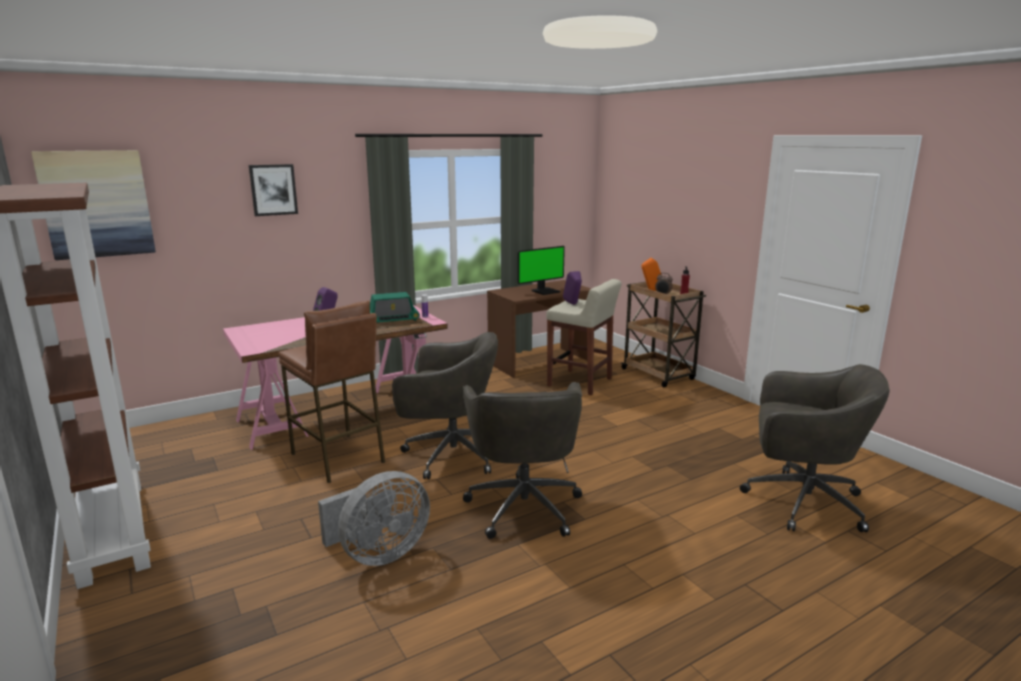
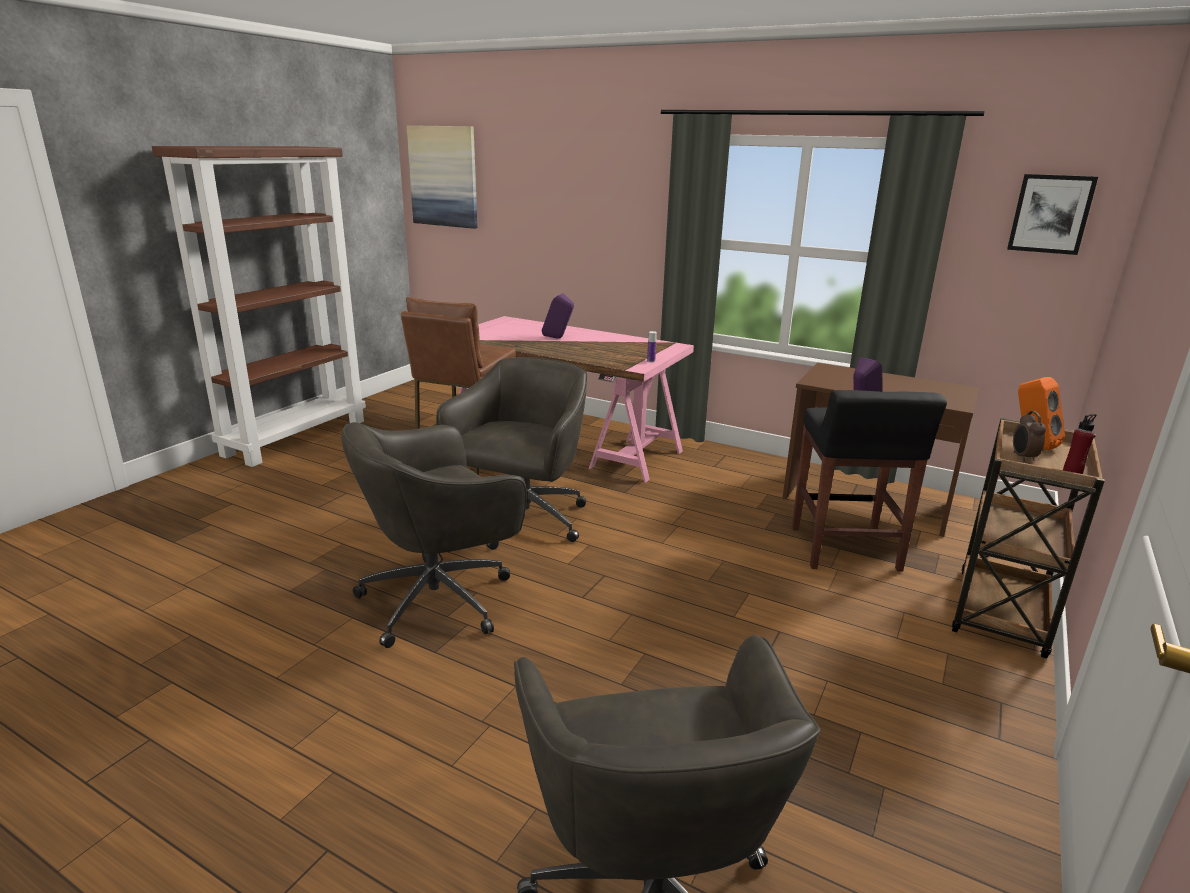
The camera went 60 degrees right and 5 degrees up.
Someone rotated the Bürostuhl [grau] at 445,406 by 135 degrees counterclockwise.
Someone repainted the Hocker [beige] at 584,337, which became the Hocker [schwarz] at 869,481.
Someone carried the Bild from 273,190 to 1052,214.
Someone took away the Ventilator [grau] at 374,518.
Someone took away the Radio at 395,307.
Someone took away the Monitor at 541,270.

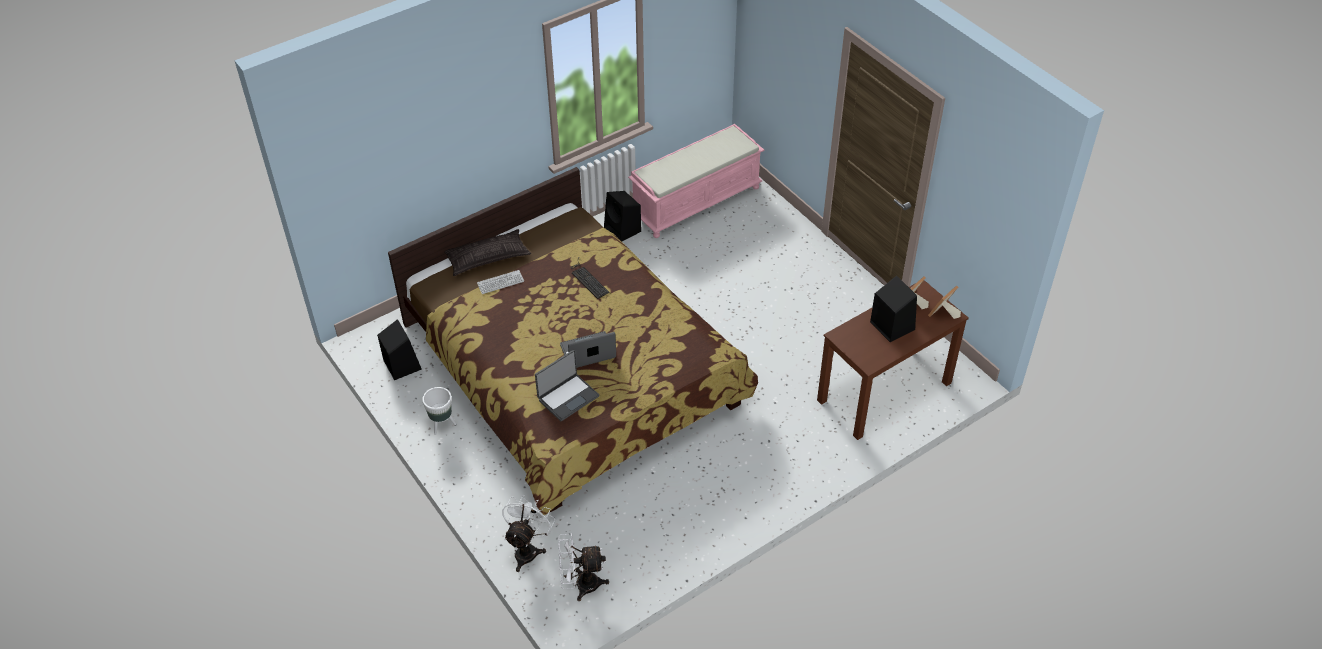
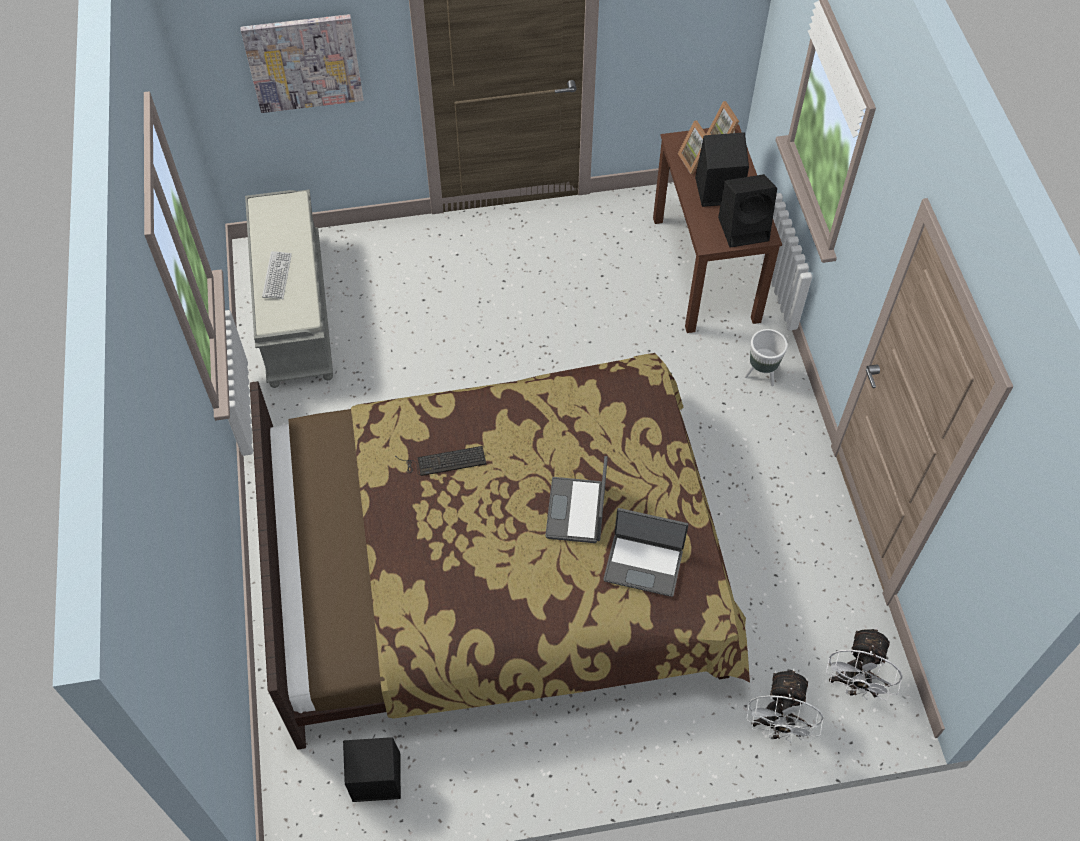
The camera went 65 degrees left and 10 degrees up.
Someone put up the Bild at 302,63.
Someone repainted the Bank [rosa] at 696,181, which became the Bank [grau] at 289,289.
Someone carried the Tastatur from 500,282 to 277,275.
Someone rotated the Laptop at 567,385 by 120 degrees clockwise.
Someone carried the Lautsprecher [schwarz] from 622,216 to 747,211.
Someone carried the Pflanzkübel [weiß] from 439,411 to 766,357.
Someone rotated the Ventilator [weiß] at 528,533 by 120 degrees counterclockwise.
Someone took away the Kissen at 488,252.

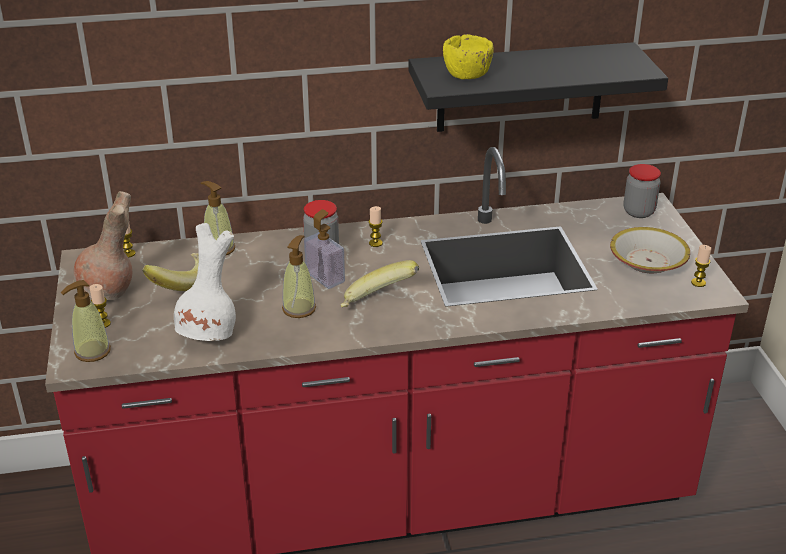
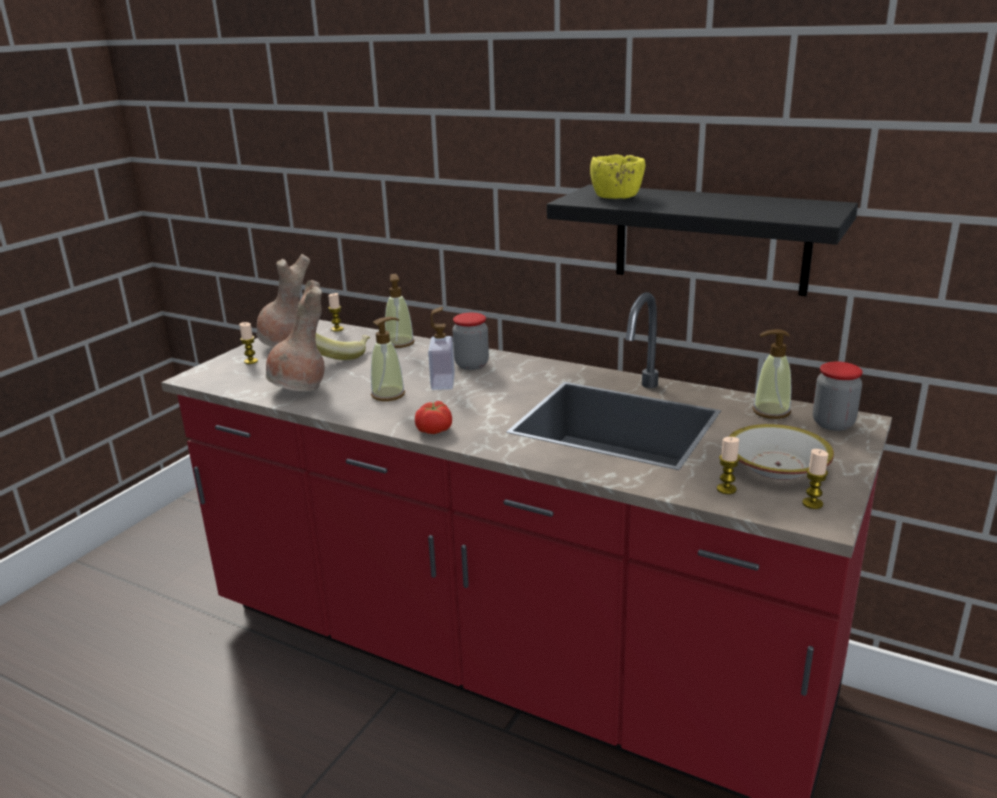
The camera went 40 degrees right and 10 degrees down.
Someone repainted the Vase [weiß] at 205,282, which became the Vase [braun] at 295,335.
Someone put down the Tomate at 433,417.
Someone carried the Kerze from 376,226 to 728,465.
Someone carried the Seifenspender from 86,321 to 772,374.
Someone took away the Banane at 379,283.

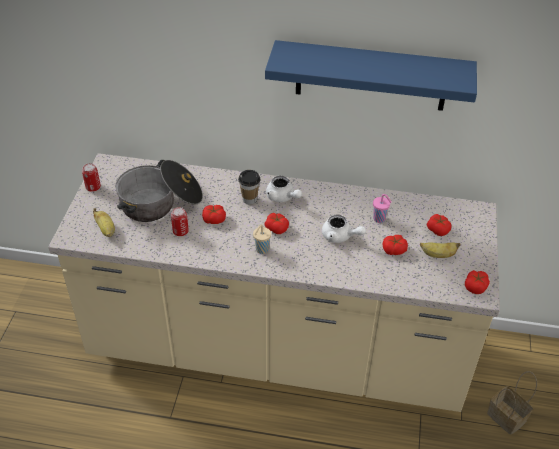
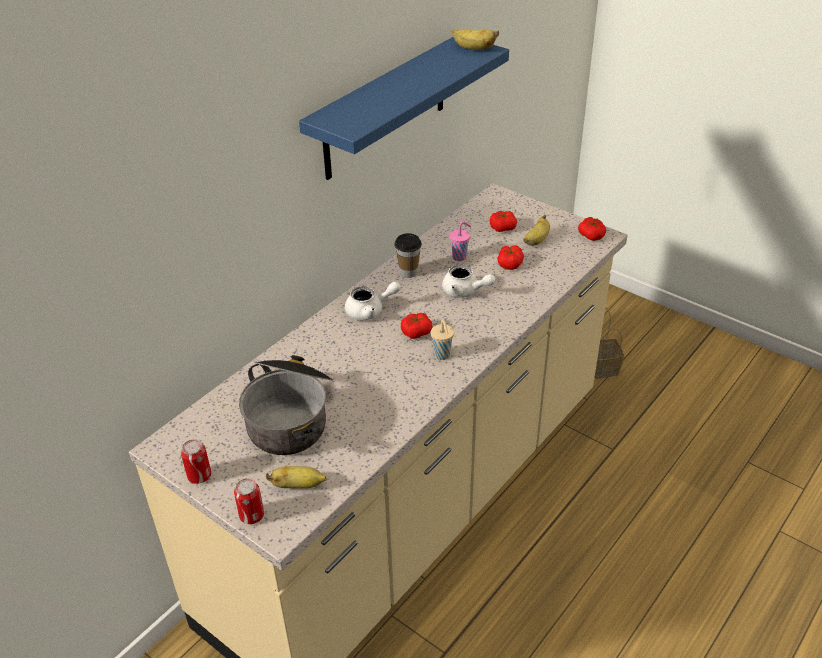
The camera went 60 degrees left and 5 degrees down.
Someone carried the Dose from 180,221 to 249,501.
Someone carried the Tasse from 249,187 to 408,255.
Someone rotated the Teekanne [weiß] at 344,229 by 60 degrees clockwise.
Someone put down the Banane at 475,40.
Someone took away the Tomate at 214,214.

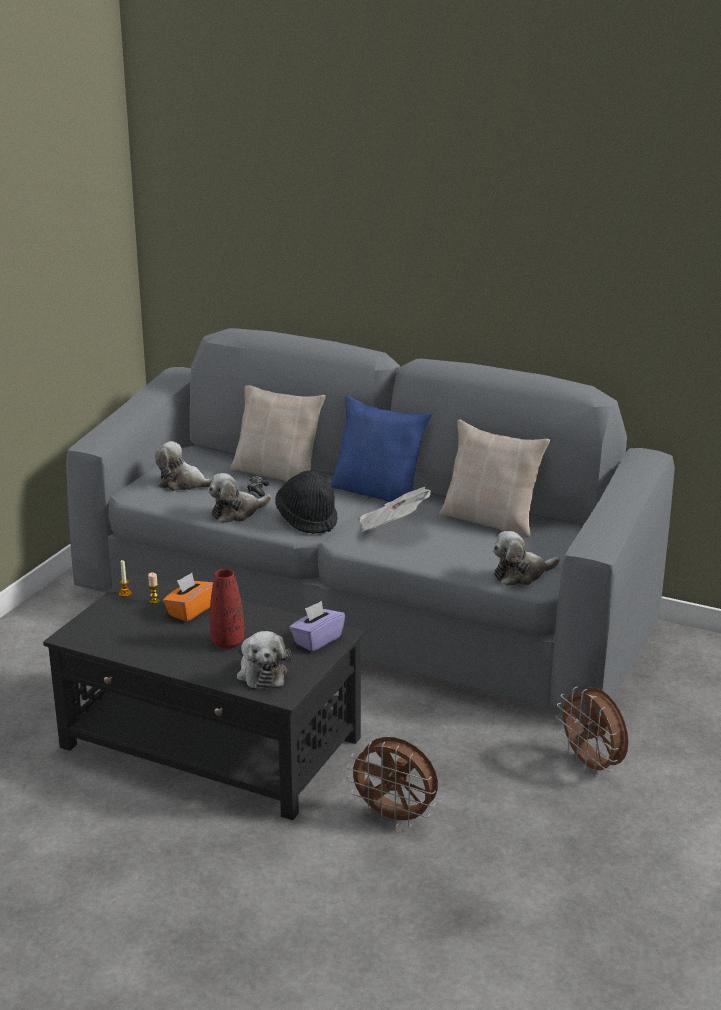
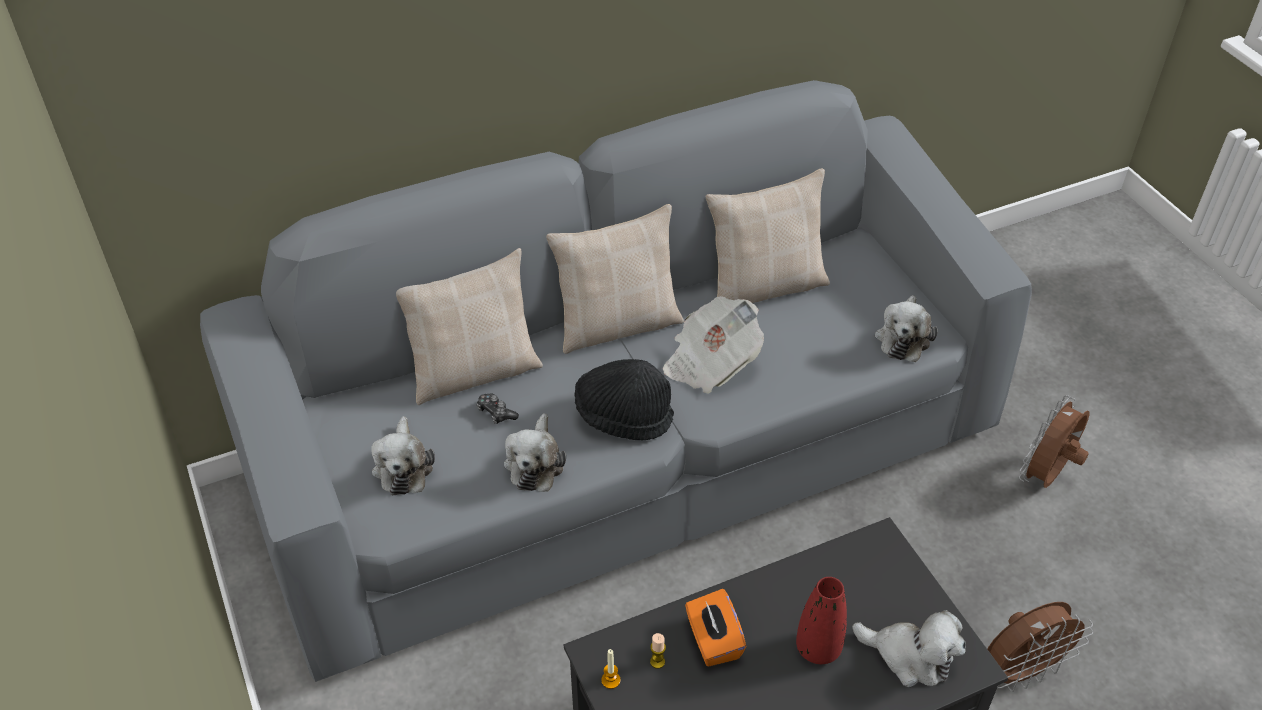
The camera went 50 degrees left and 20 degrees up.
Someone rotated the Plüschtier at 183,466 by 60 degrees counterclockwise.
Someone repainted the Kissen [blau] at 380,449, which became the Kissen [beige] at 615,279.
Someone rotated the Ventilator [braun] at 592,731 by 120 degrees clockwise.
Someone took away the Taschentuchbox [lila] at 317,626.

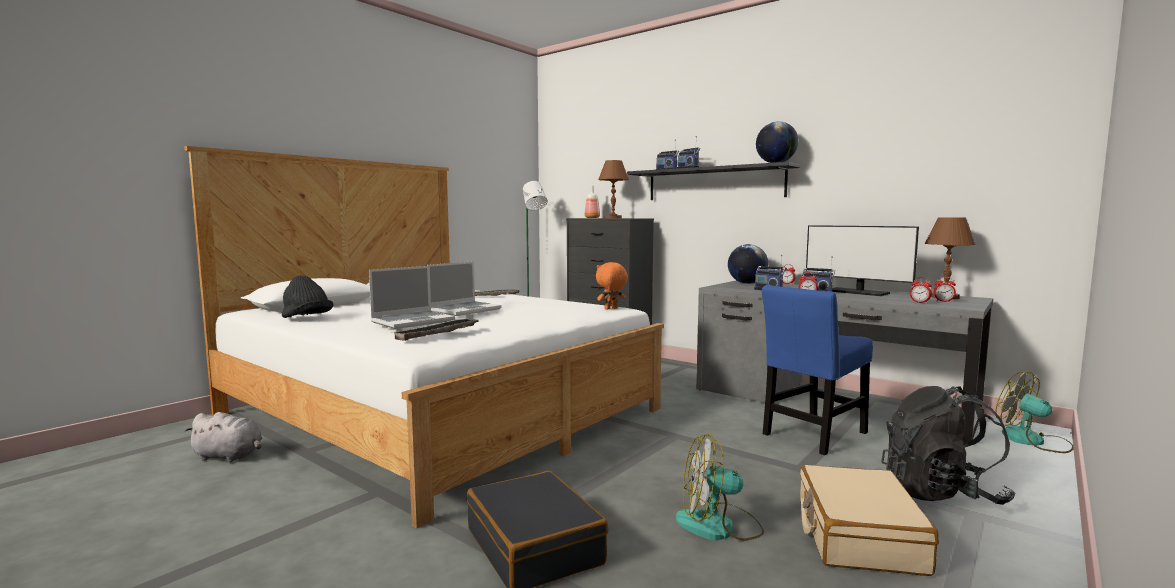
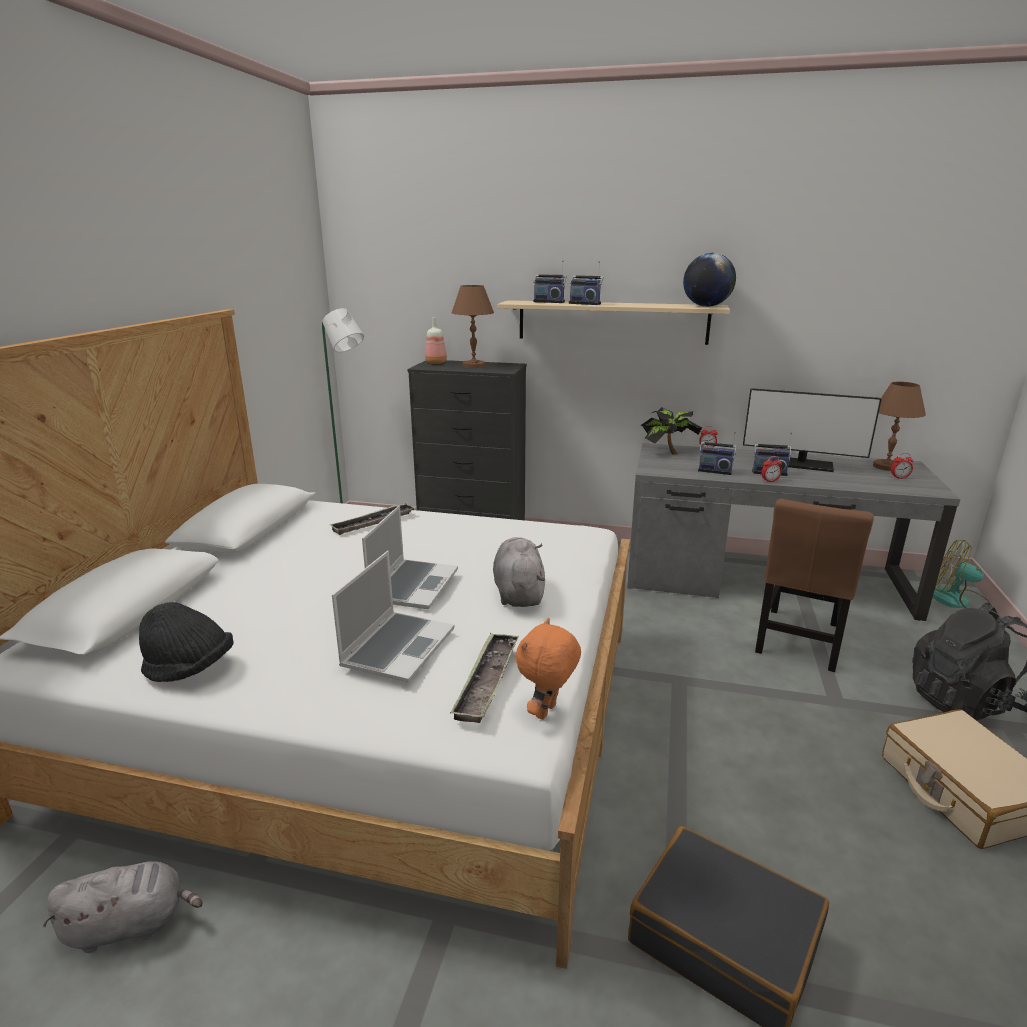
The camera went 25 degrees left and 15 degrees up.
Someone put down the Plüschtier [grau] at 519,572.
Someone repainted the Wandregal [schwarz] at 713,181, which became the Wandregal [beige] at 613,322.
Someone carried the Plüschtier [orange] from 612,286 to 548,669.
Someone swapped the Globus at 748,264 for the Topfpflanze at 671,431.
Someone repainted the Stuhl [blau] at 817,370, which became the Stuhl [braun] at 814,585.
Someone took away the Ventilator at 720,487.
Someone took away the Wecker at 921,290.

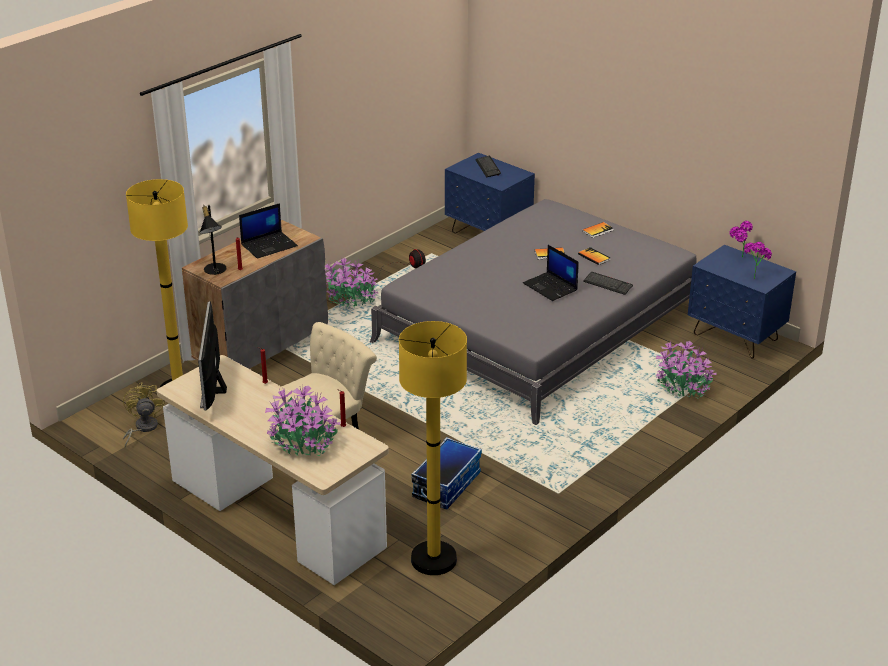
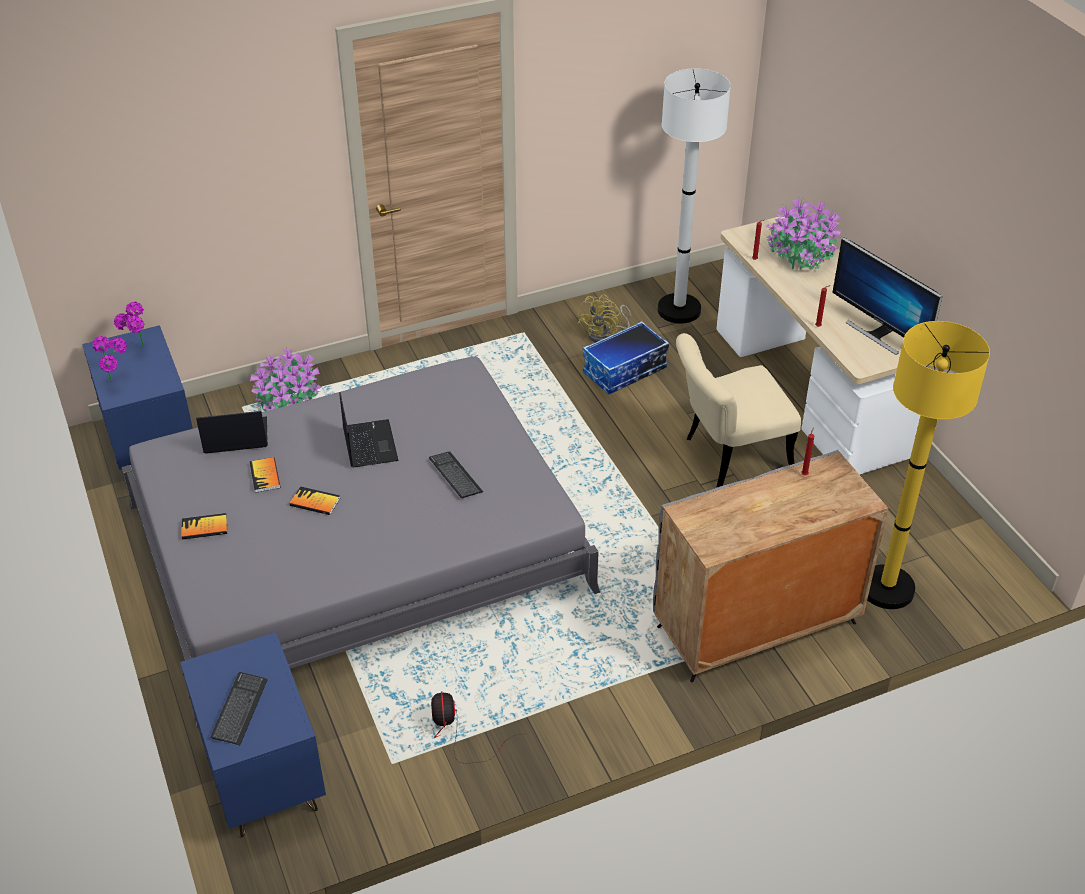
The camera went 155 degrees left and 10 degrees up.
Someone carried the Laptop from 268,231 to 232,432.
Someone carried the Tastatur from 608,283 to 456,475.
Someone carried the Ventilator [gelb] from 144,414 to 604,318.
Someone repainted the Stehlampe [gelb] at 433,448, which became the Stehlampe [weiß] at 694,196.
Someone rotated the Monitor at 212,356 by 120 degrees clockwise.
Someone took away the Tischlampe [schwarz] at 213,240.
Someone took away the Topfpflanze at 352,283.

